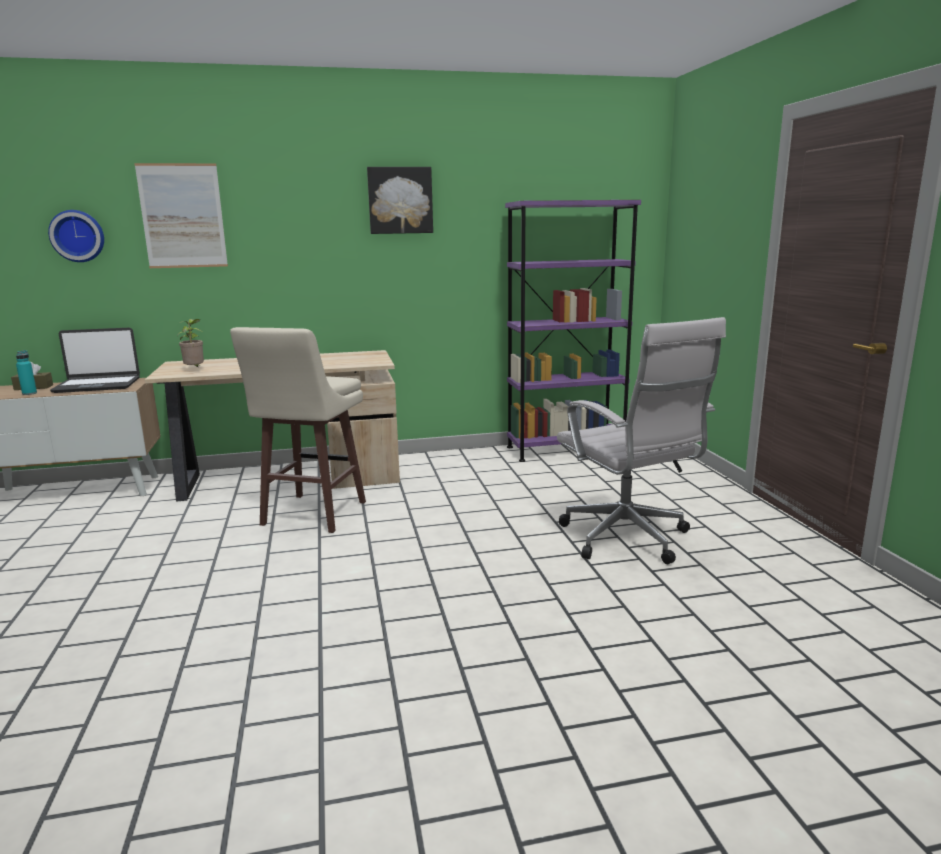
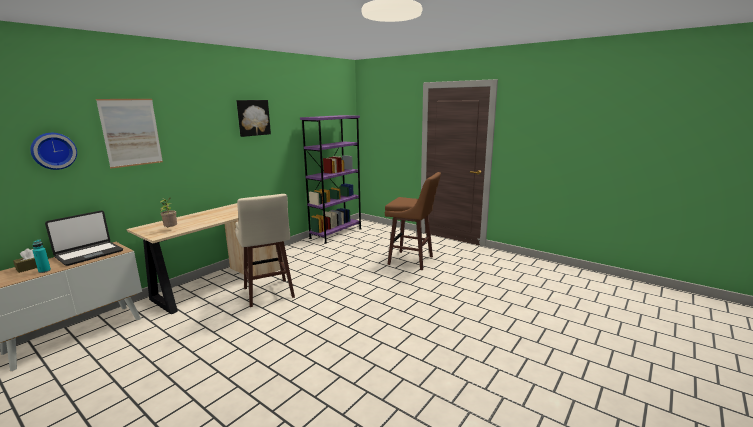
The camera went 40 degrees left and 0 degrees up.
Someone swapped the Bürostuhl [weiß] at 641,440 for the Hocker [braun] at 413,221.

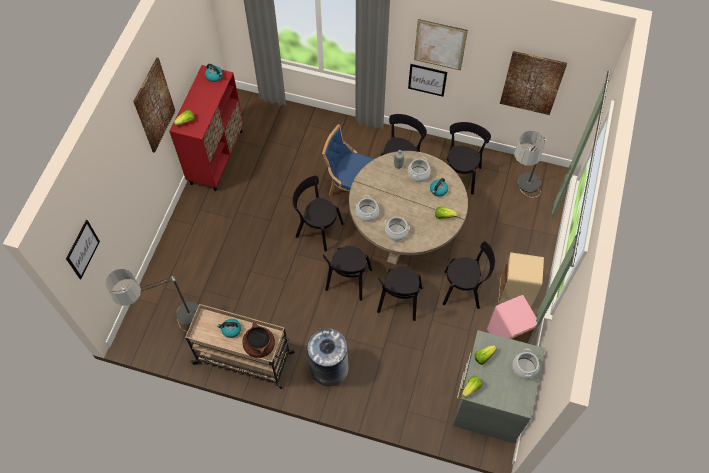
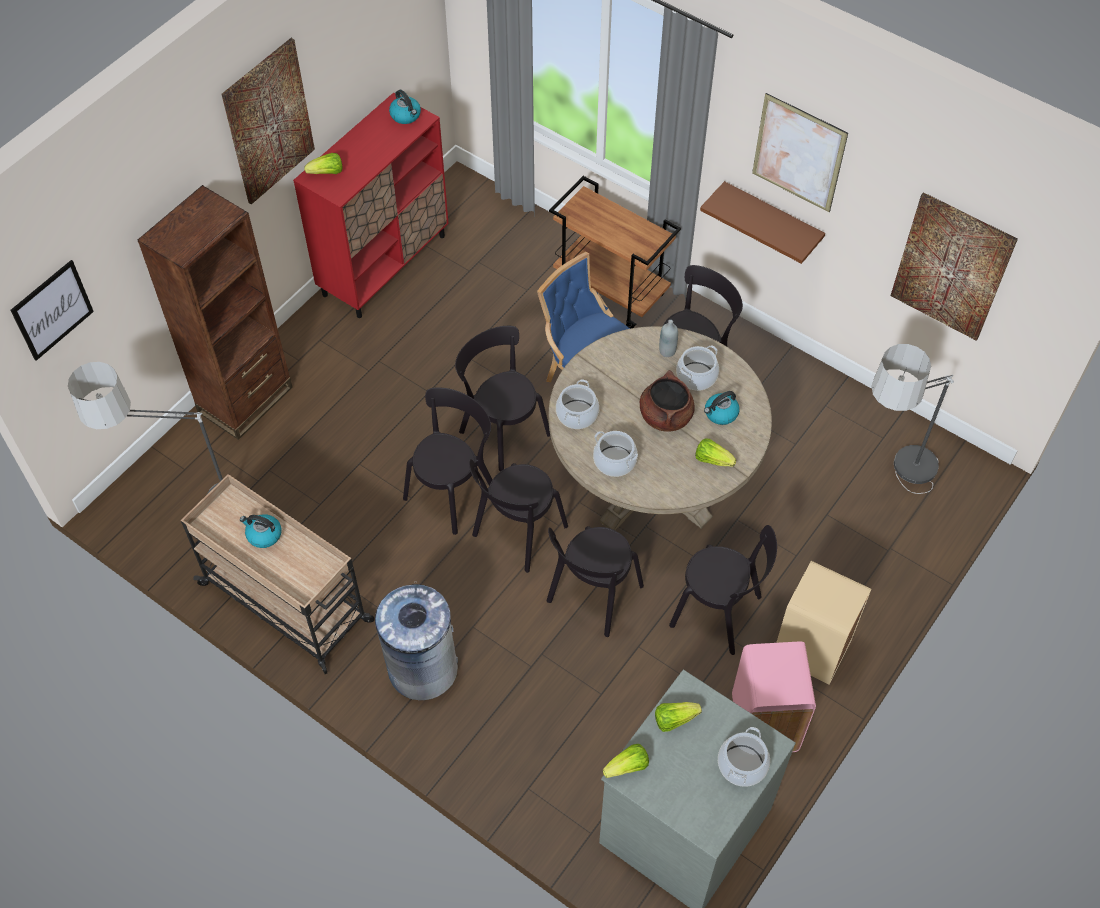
The camera went 20 degrees right and 5 degrees down.
Someone put down the Bücherregal [braun] at 215,312.
Someone carried the Stuhl [schwarz] from 469,158 to 448,461.
Someone put down the Rollwagen [braun] at 615,252.
Someone carried the Kochtopf [braun] from 258,340 to 667,401.
Someone swapped the Bild at 427,80 for the Wandregal [braun] at 762,222.

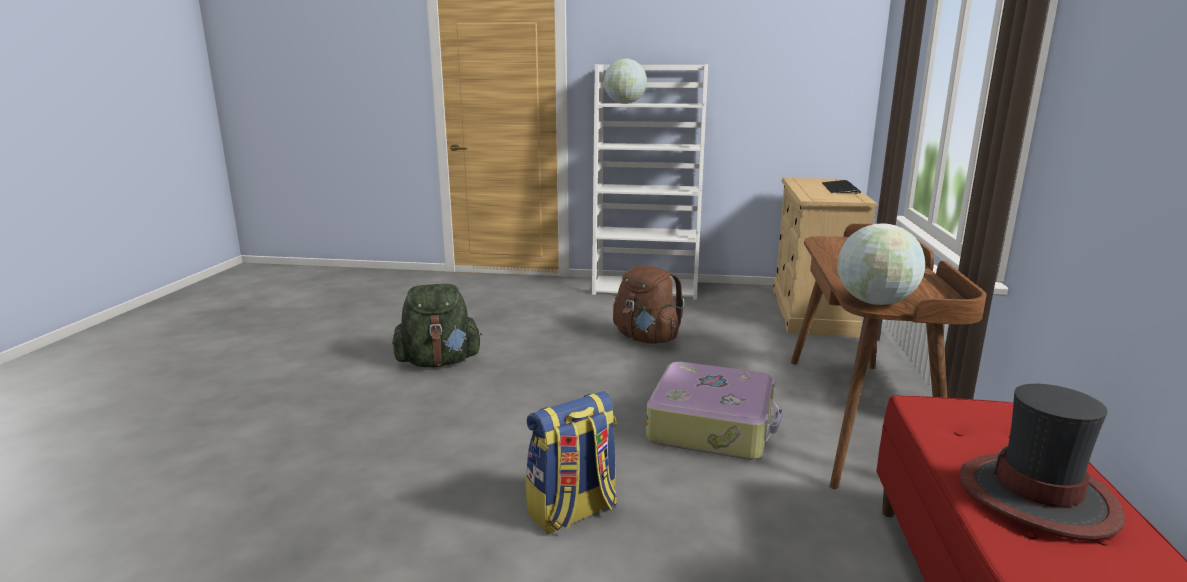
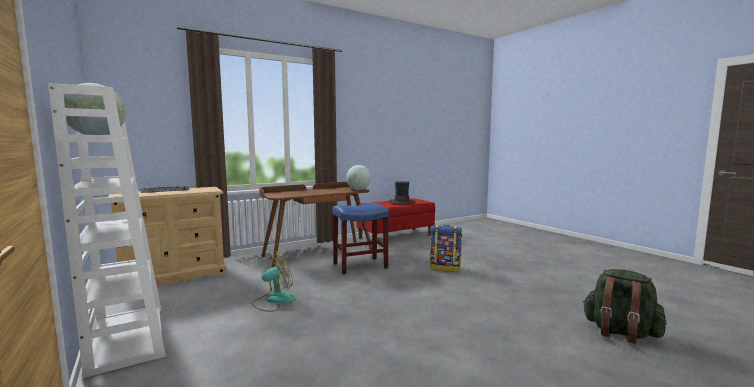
The camera went 130 degrees left and 10 degrees down.
Someone swapped the Rucksack [braun] at 649,304 for the Ventilator at 273,281.
Someone swapped the Koffer at 714,411 for the Hocker [blau] at 360,239.
Someone carried the Rucksack [grün] from 437,326 to 625,306.

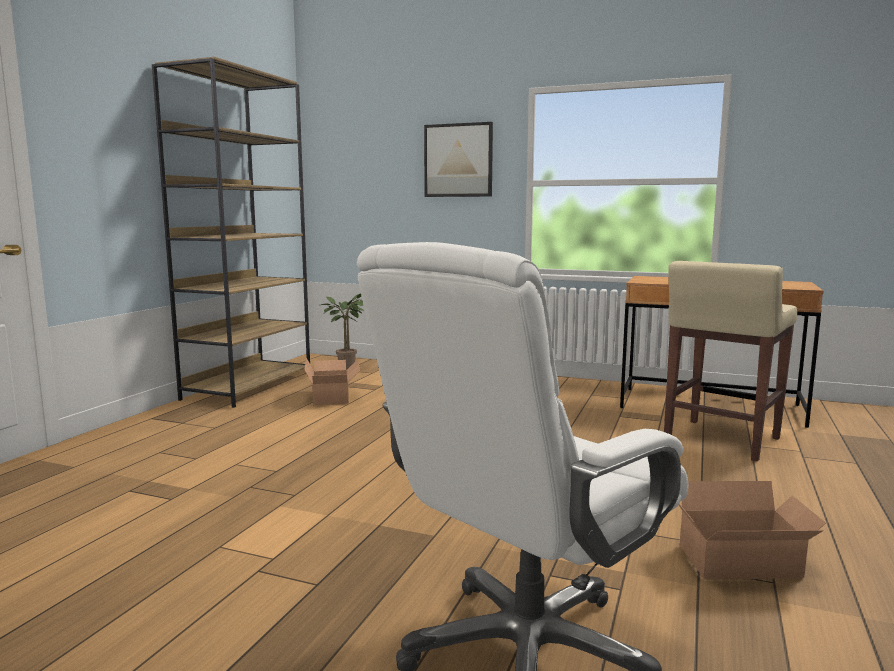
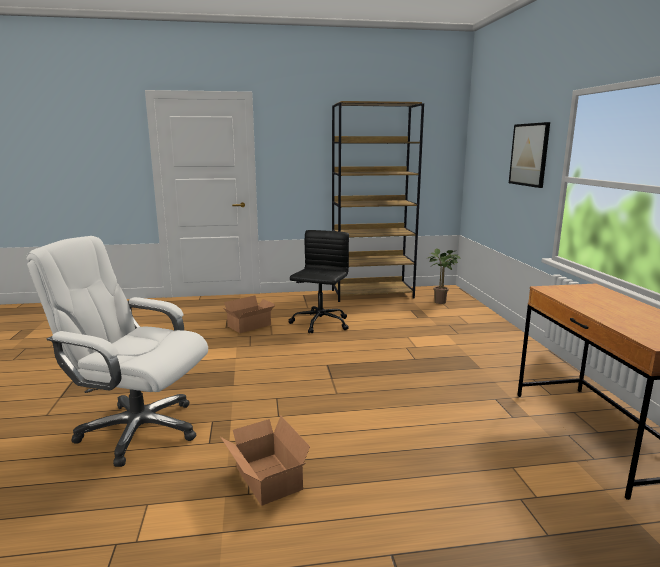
The camera went 60 degrees right and 5 degrees up.
Someone carried the Karton from 332,381 to 249,314.
Someone put down the Bürostuhl [schwarz] at 318,282.
Someone took away the Hocker [beige] at 730,361.

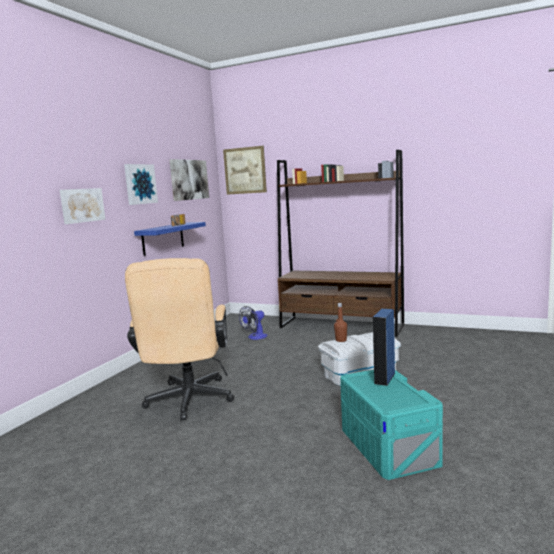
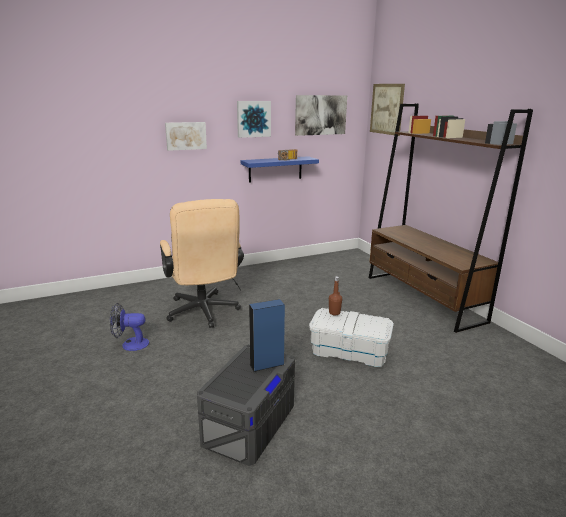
The camera went 40 degrees right and 10 degrees up.
Someone carried the Ventilator from 253,323 to 129,327.
Someone rotated the Bürostuhl [beige] at 179,339 by 60 degrees counterclockwise.
Someone repainted the Aufbewahrungsbox [türkis] at 391,424, which became the Aufbewahrungsbox [grau] at 246,405.

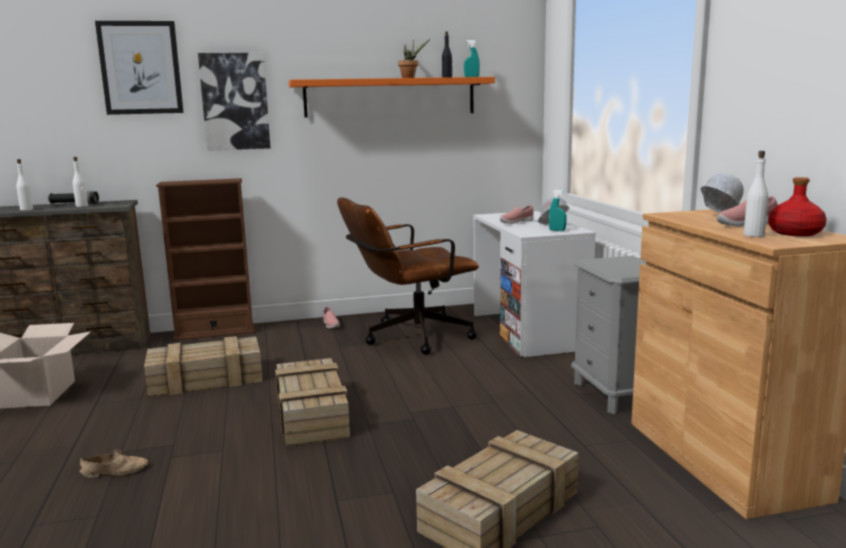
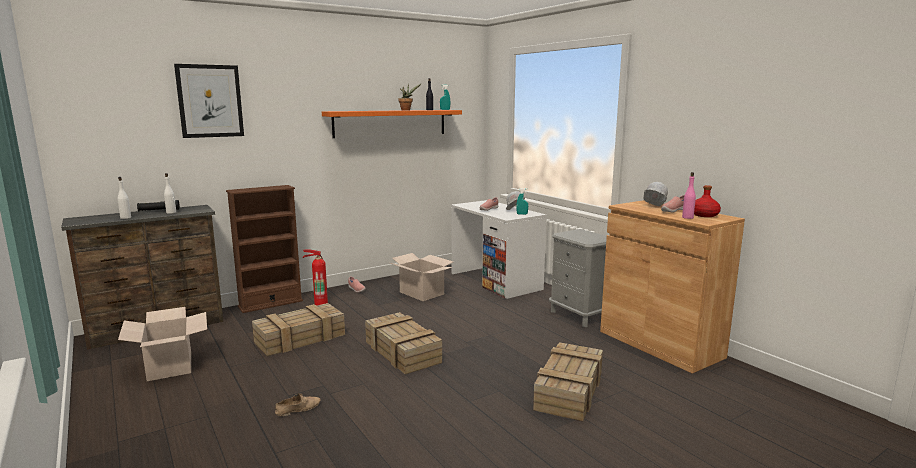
The camera went 20 degrees left and 0 degrees up.
Someone put down the Feuerlöscher at 315,278.
Someone swapped the Bürostuhl [braun] at 408,276 for the Karton at 421,277.
Someone repainted the Flasche [weiß] at 756,194, which became the Flasche [rosa] at 689,195.
Someone took away the Bild at 234,102.

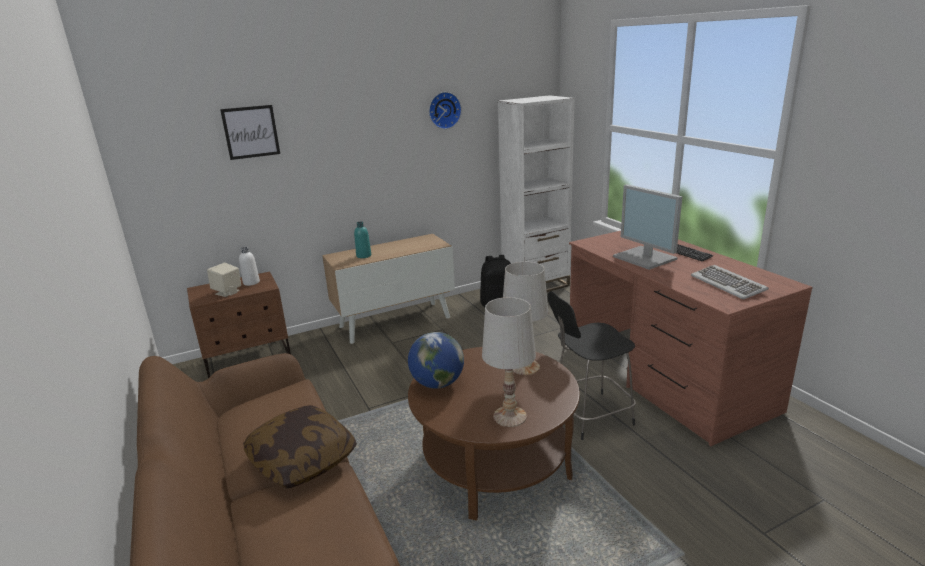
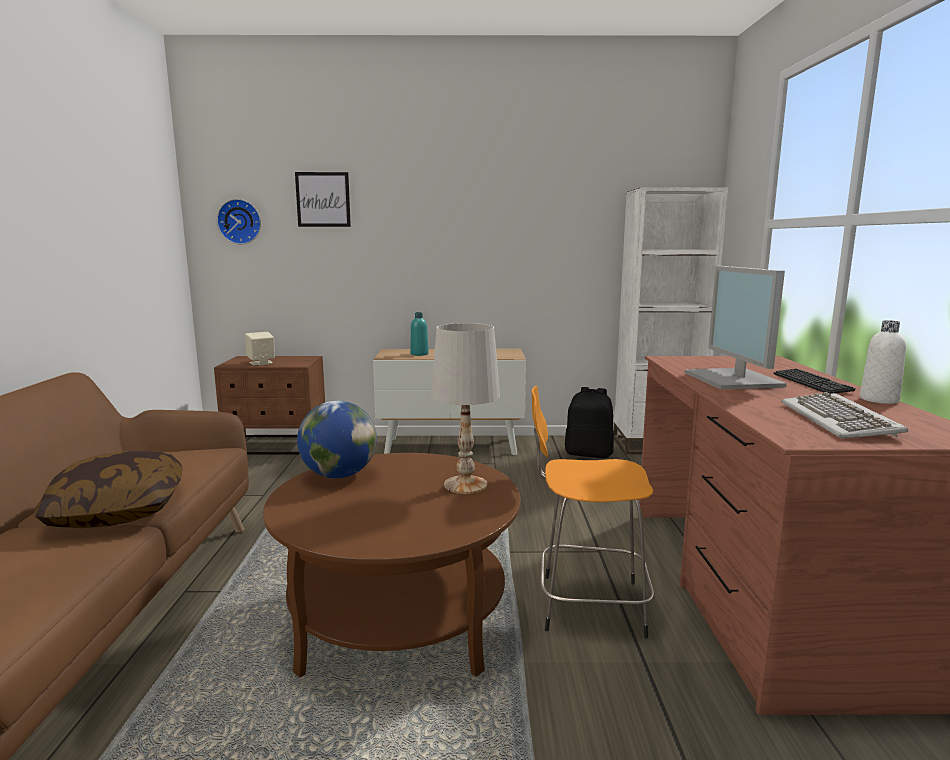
The camera went 25 degrees right and 10 degrees down.
Someone carried the Wanduhr from 445,110 to 239,221.
Someone repainted the Hocker [schwarz] at 592,365, which became the Hocker [orange] at 593,512.
Someone carried the Flasche [weiß] from 249,266 to 883,362.
Someone took away the Tischlampe [weiß] at 509,362.

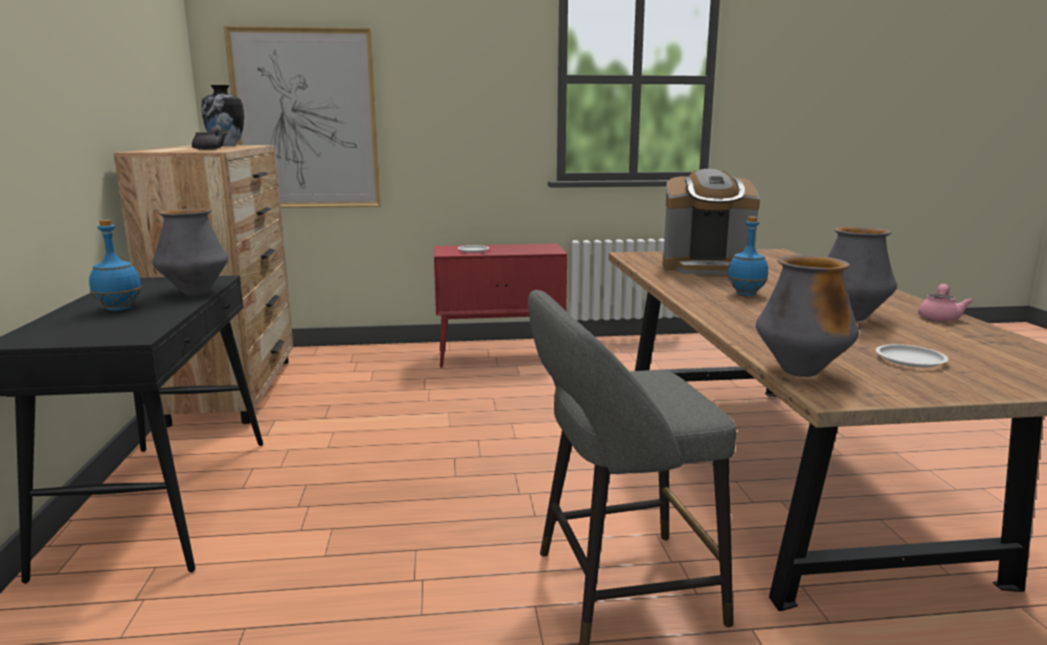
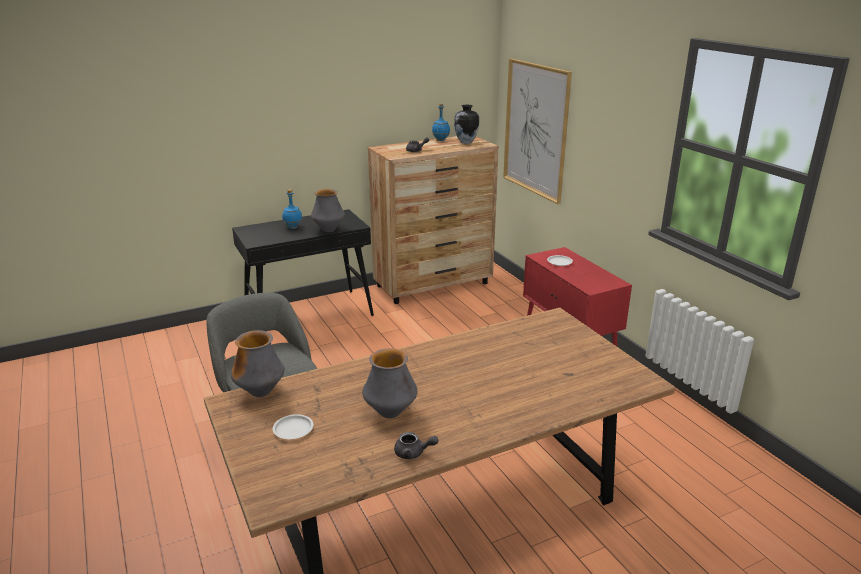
The camera went 70 degrees right and 10 degrees up.
Someone repainted the Teekanne [rosa] at 945,303, which became the Teekanne [grau] at 416,445.
Someone carried the Flasche [blau] from 747,256 to 441,122.
Someone took away the Kaffeemaschine at 711,222.

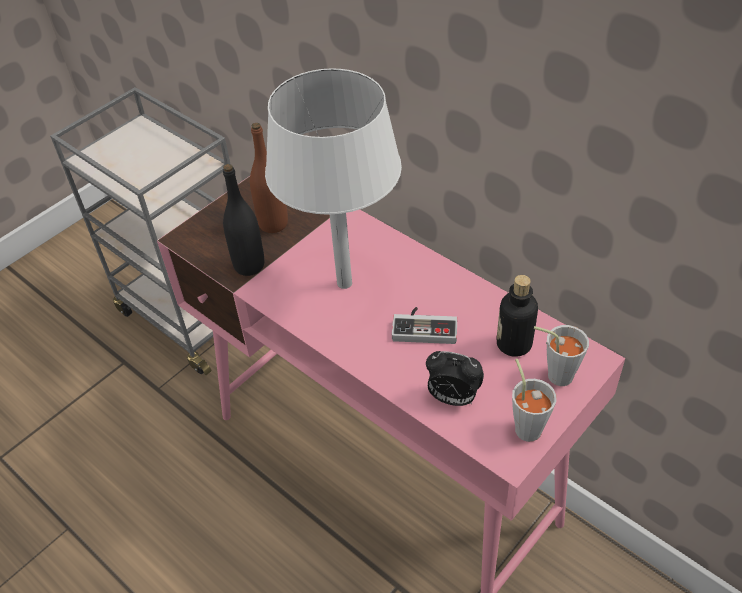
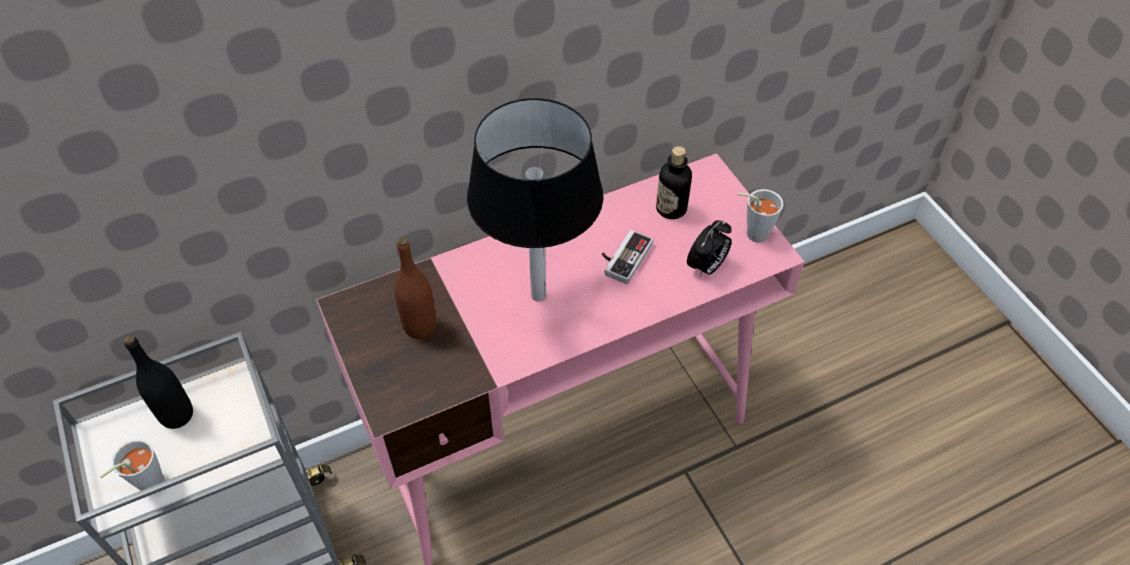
The camera went 70 degrees left and 5 degrees up.
Someone carried the Tasse [grau] from 561,355 to 132,465.
Someone carried the Flasche [schwarz] from 243,220 to 158,382.
Someone repainted the Tischlampe [weiß] at 333,178, which became the Tischlampe [schwarz] at 535,200.

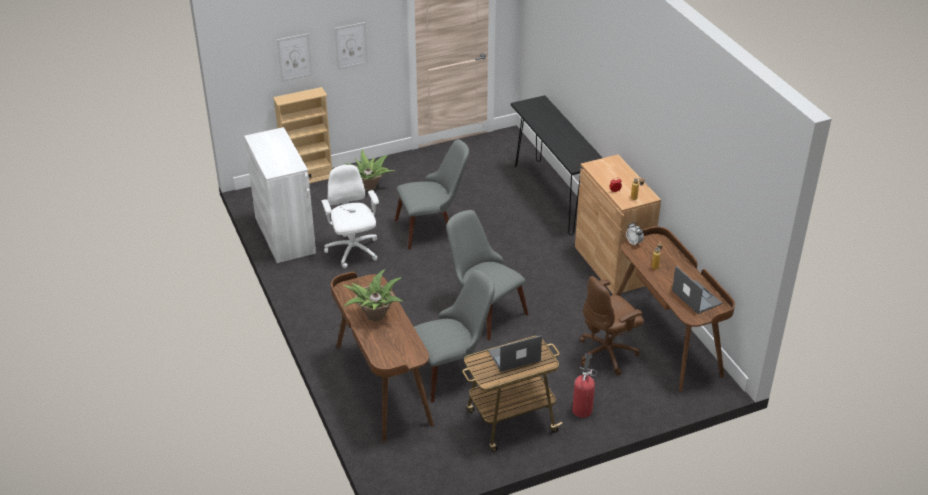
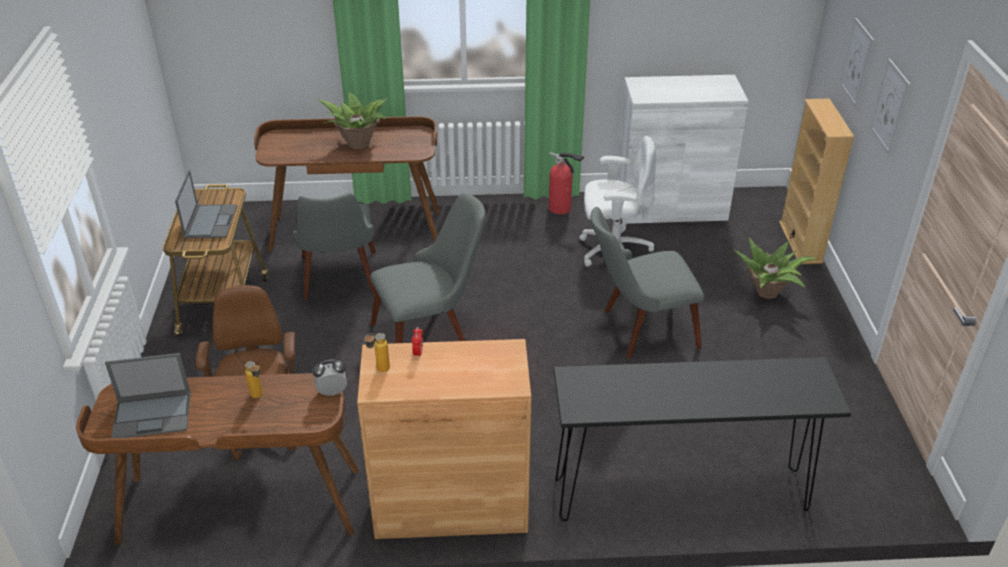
The camera went 110 degrees right and 0 degrees up.
Someone carried the Feuerlöscher from 584,385 to 566,183.
Someone rotated the Stuhl [grau] at 432,194 by 75 degrees clockwise.

